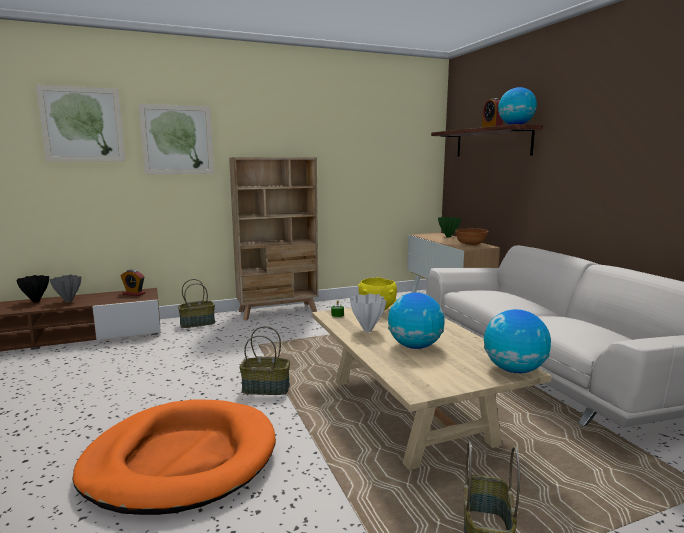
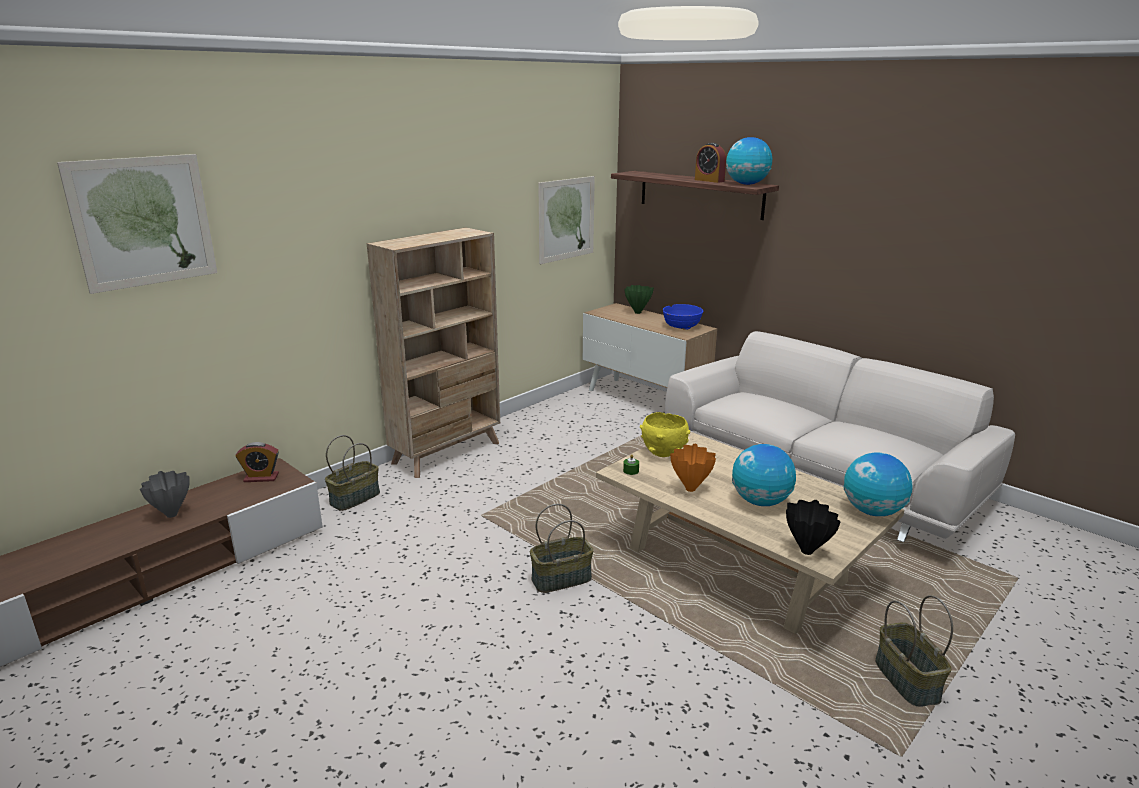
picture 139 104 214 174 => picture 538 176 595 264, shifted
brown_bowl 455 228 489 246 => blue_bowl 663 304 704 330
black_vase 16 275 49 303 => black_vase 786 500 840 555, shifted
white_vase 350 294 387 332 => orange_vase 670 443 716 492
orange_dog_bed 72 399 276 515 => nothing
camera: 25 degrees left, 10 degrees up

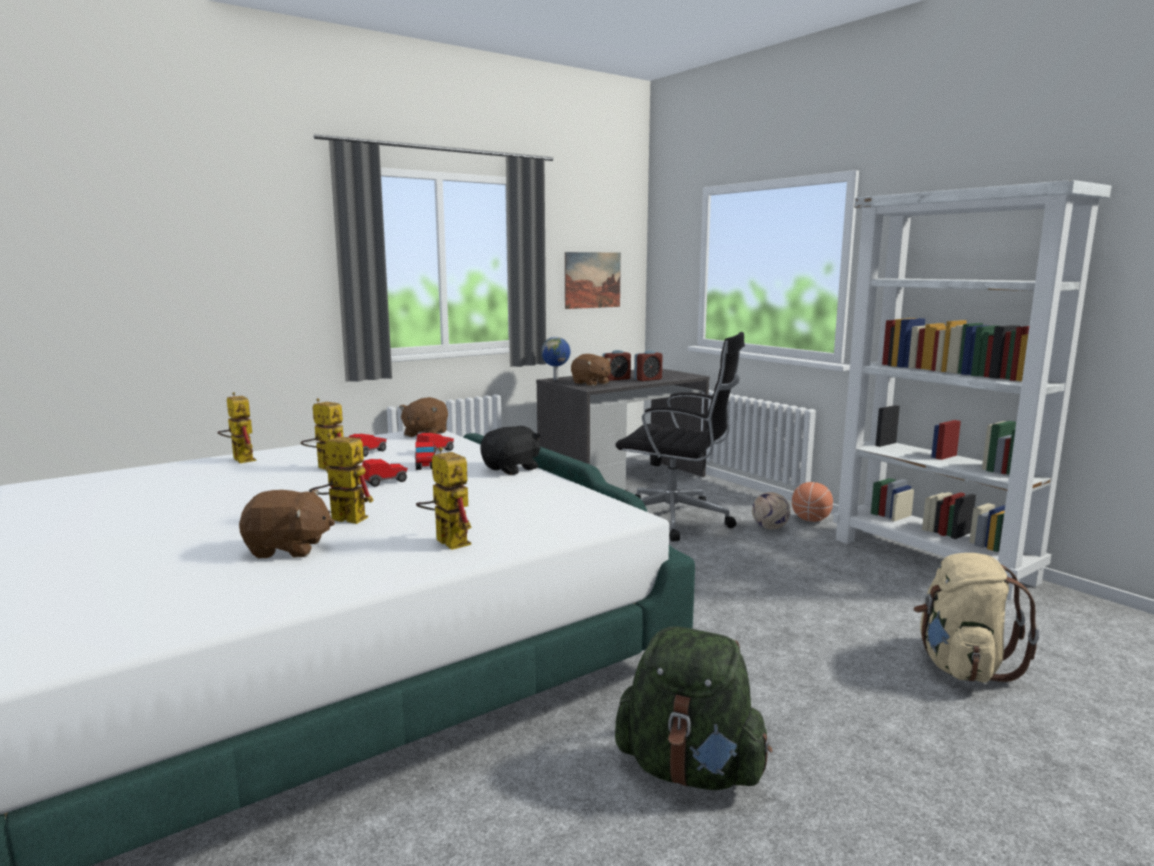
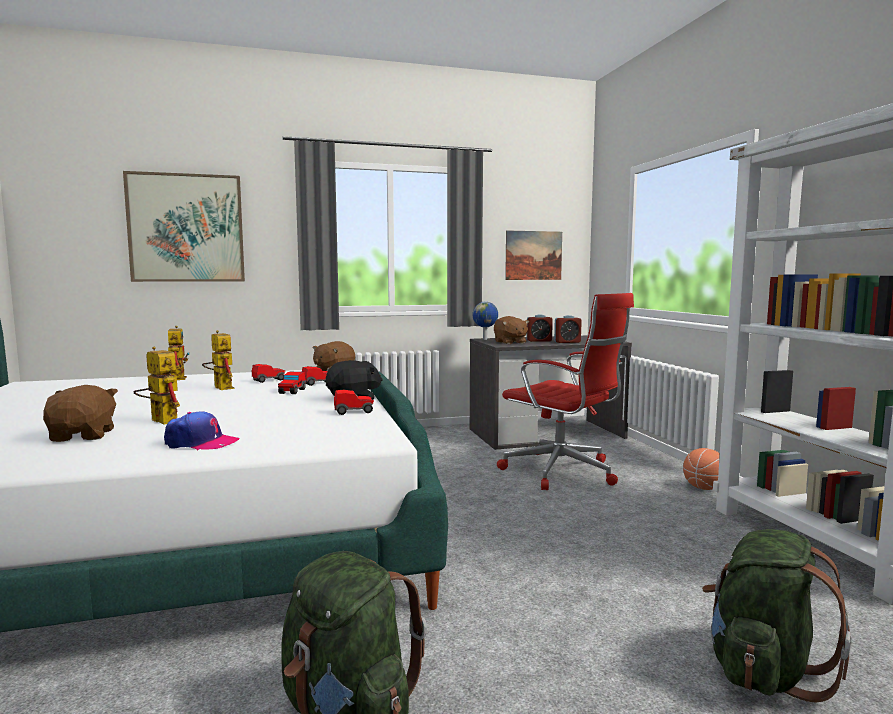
black_office_chair 615 332 745 542 => red_office_chair 497 293 634 490
toy_robot 416 447 472 550 => cap 164 411 240 451
toy_car 362 459 408 487 => toy_car 334 389 374 415, shifted
brown_plush_toy 239 490 335 558 => brown_plush_toy 43 385 118 442, 120 degrees counterclockwise
football 752 492 790 529 => nothing
beige_backpack 914 553 1039 682 => green_backpack 702 529 851 703
nothing => picture 123 171 245 282
camera: 20 degrees right, 5 degrees down

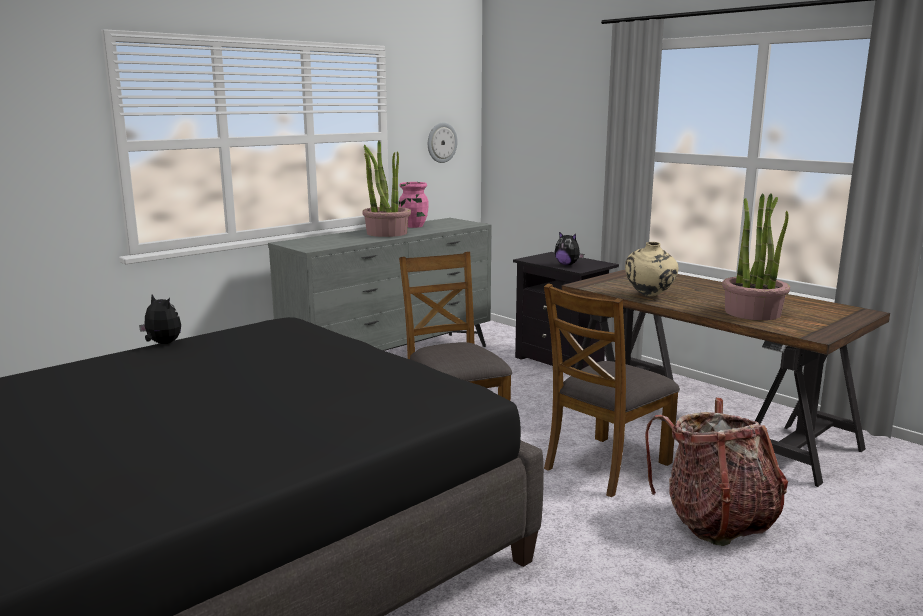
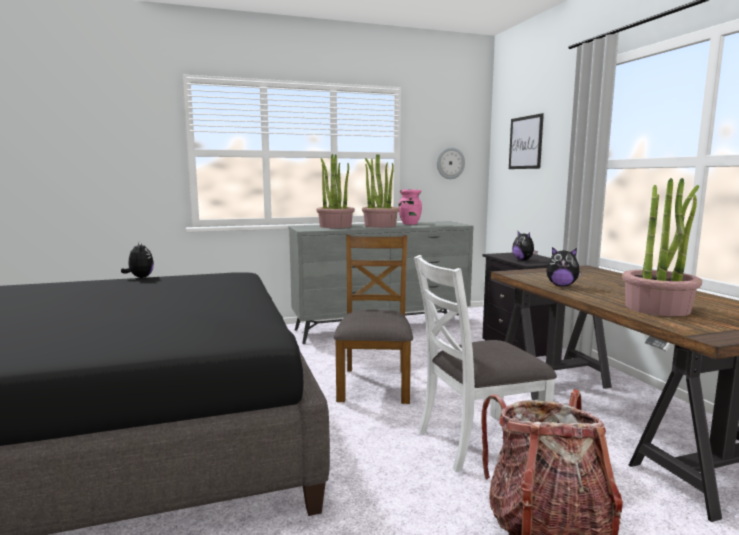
beige_vase 625 242 678 296 => plush_toy 546 247 582 286
brown_chair 544 283 680 497 => white_chair 414 255 557 472
nothing => picture 509 113 544 169
nothing => potted_plant 316 154 355 228
camera: 25 degrees right, 5 degrees down

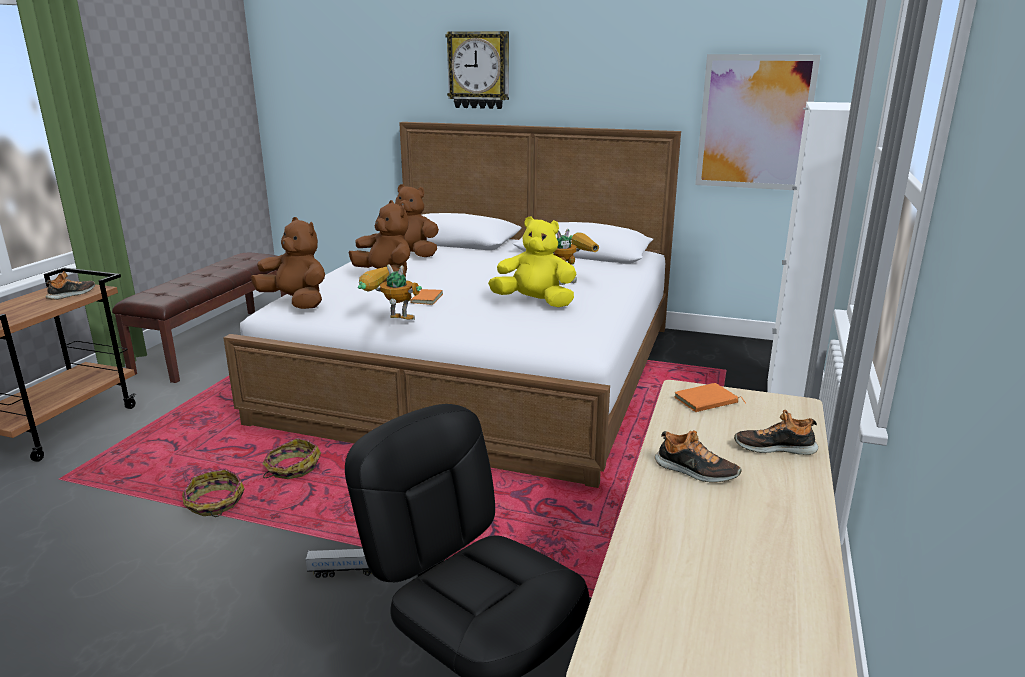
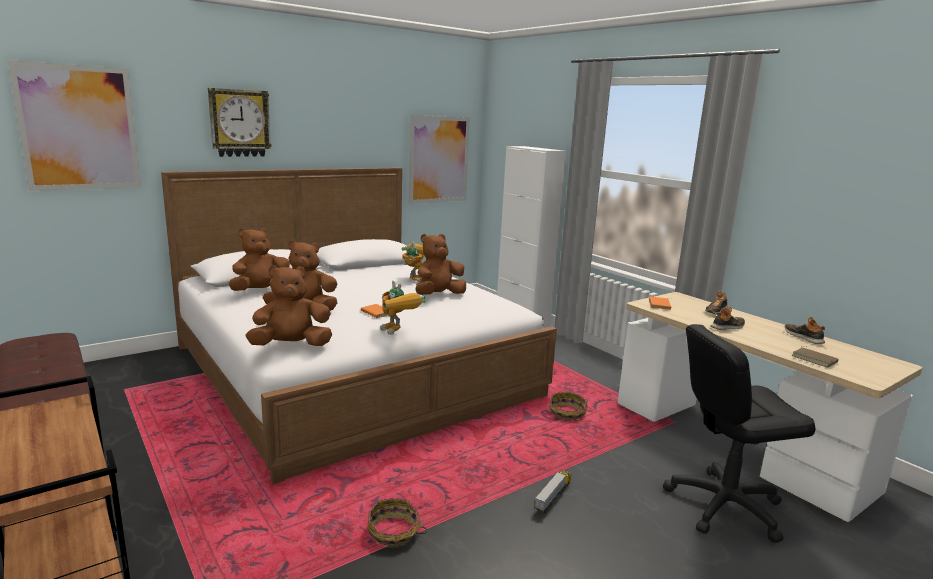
yellow_plush_toy 488 217 576 307 => brown_plush_toy 416 234 466 295
toy_robot 358 264 422 320 => toy_robot 380 281 426 335, 90 degrees counterclockwise
shoe 46 271 95 300 => shoe 784 317 825 344, shifted
basket 262 438 321 479 => basket 548 391 587 421, shifted
nothing => picture 7 60 141 191
nothing => brown_book 791 346 839 368
camera: 55 degrees left, 5 degrees down

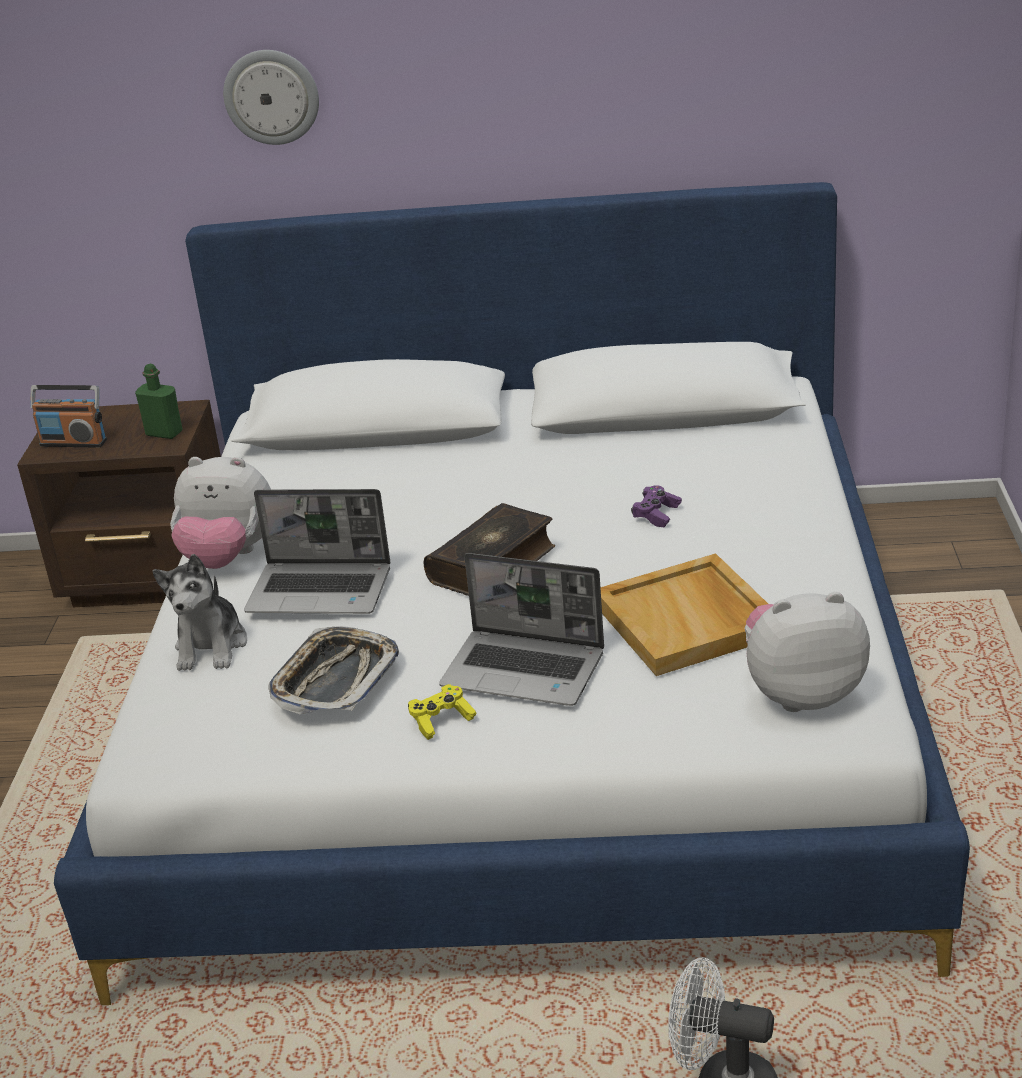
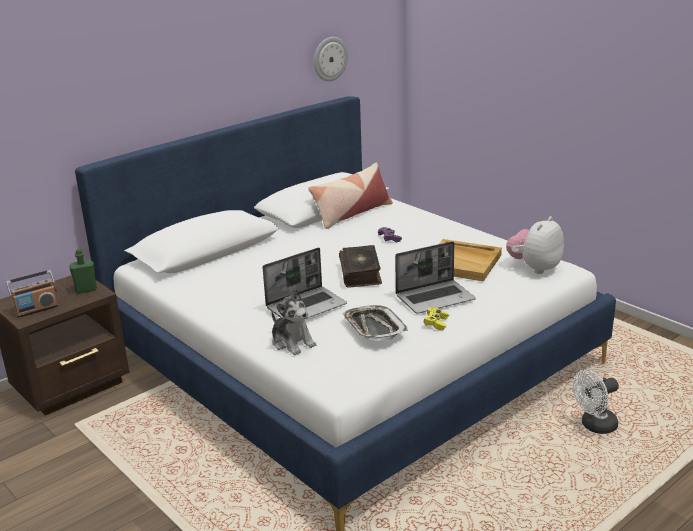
wall_clock 223 50 319 145 => wall_clock 314 37 348 81, shifted
plush_toy 170 457 271 569 => nothing
nothing => pillow 308 163 393 229
camera: 45 degrees left, 5 degrees down

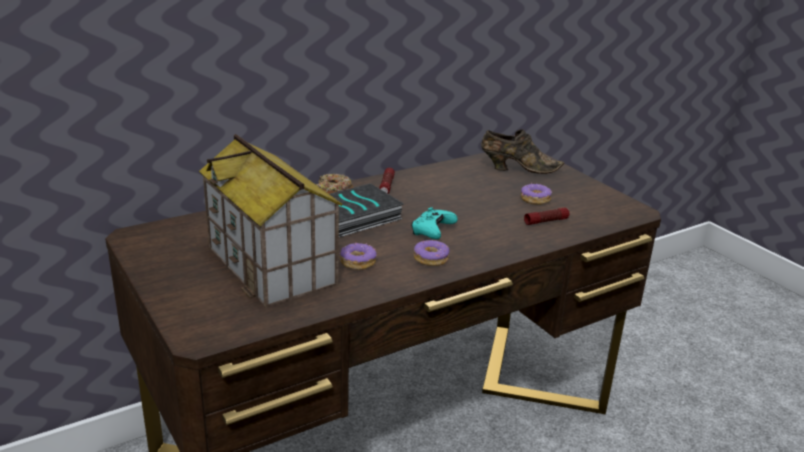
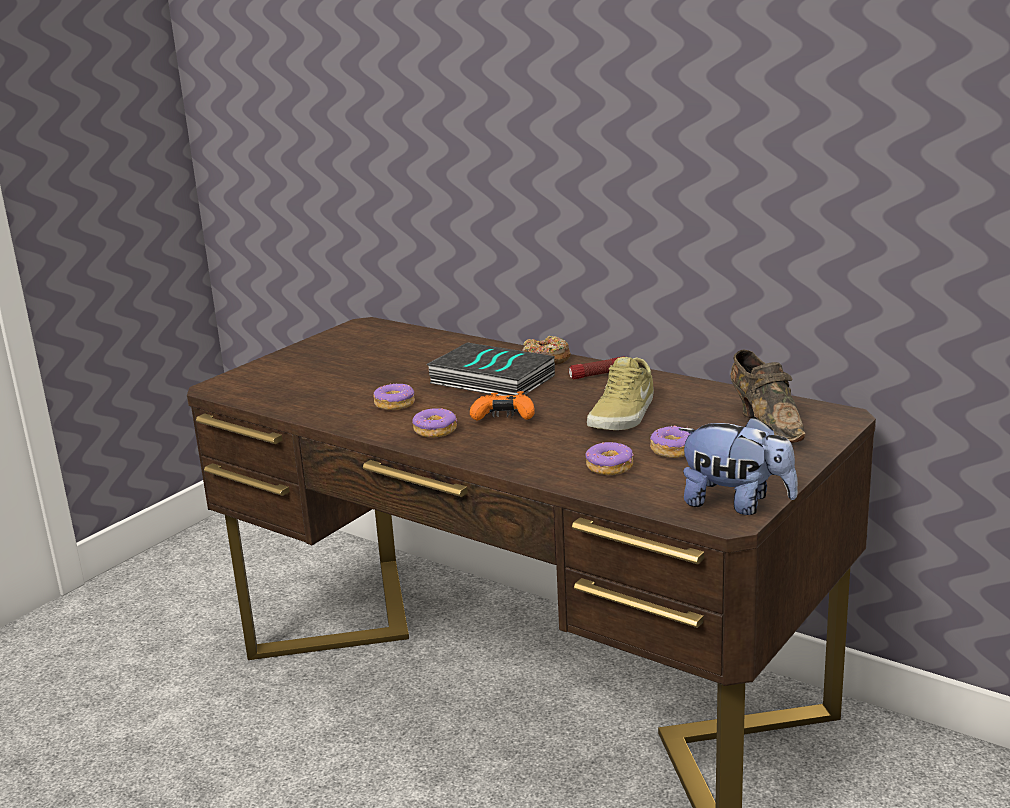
toy_house 199 134 342 308 => nothing
turquoise_game_controller 411 207 457 239 => orange_game_controller 470 391 535 421
flashlight 524 208 570 225 => donut 585 442 633 475
nothing => beige_shoe 587 357 654 430
nothing => plush_toy 679 416 798 515
camera: 70 degrees right, 5 degrees down

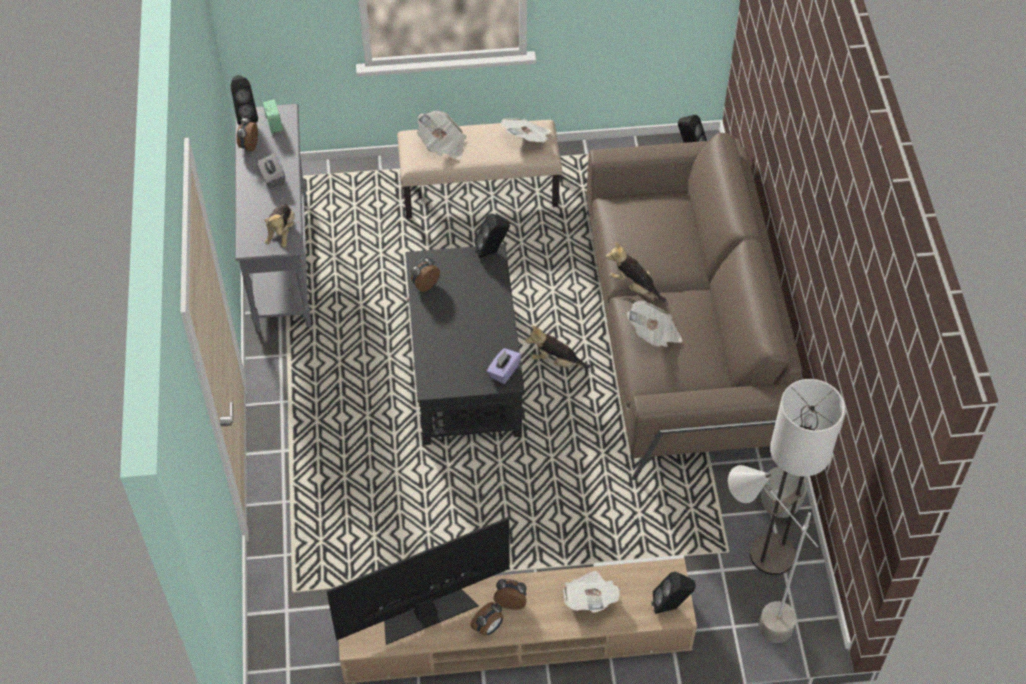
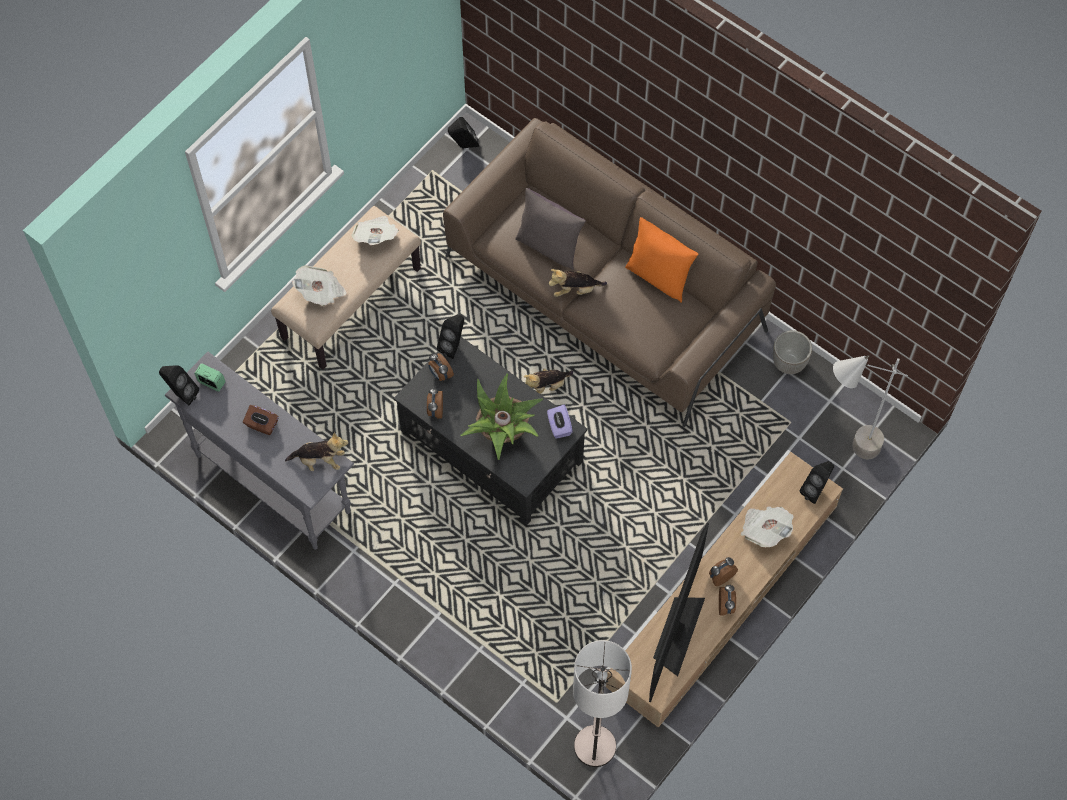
alarm_clock 236 116 258 152 => alarm_clock 428 353 454 381, shifted
grey_tissue_box 257 153 285 188 => brown_tissue_box 243 405 279 435
plush_toy 265 204 295 248 => plush_toy 285 432 349 471, 45 degrees counterclockwise
newspaper 627 300 682 347 => nothing
floor_lamp 750 379 845 575 => floor_lamp 573 640 632 767, shifted
nothing => grey_pillow 515 188 586 271
nothing => orange_pillow 625 217 699 302
nothing => potted_plant 460 373 543 460
camera: 45 degrees left, 10 degrees up

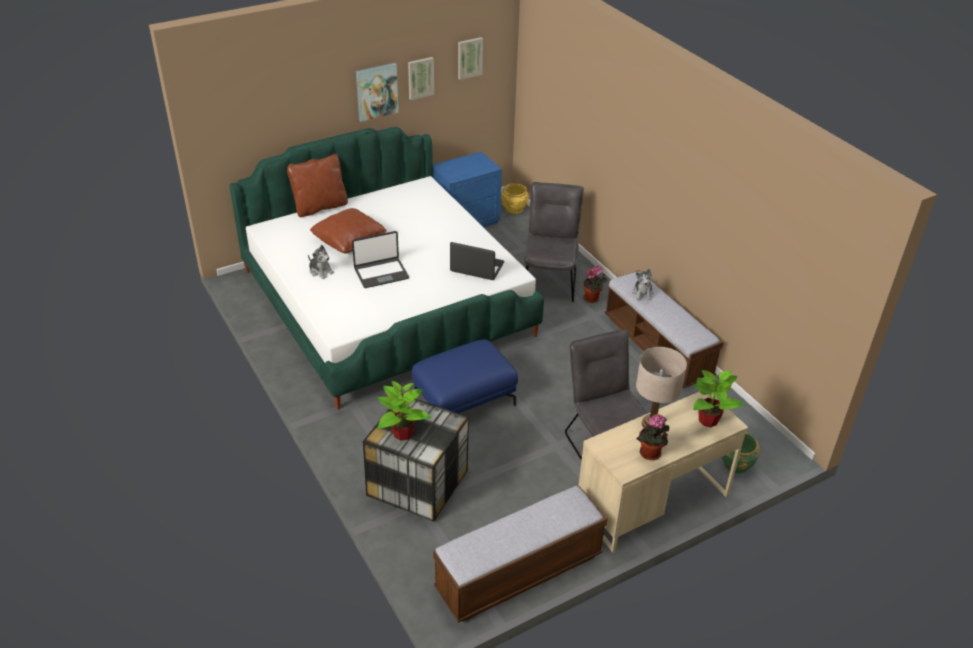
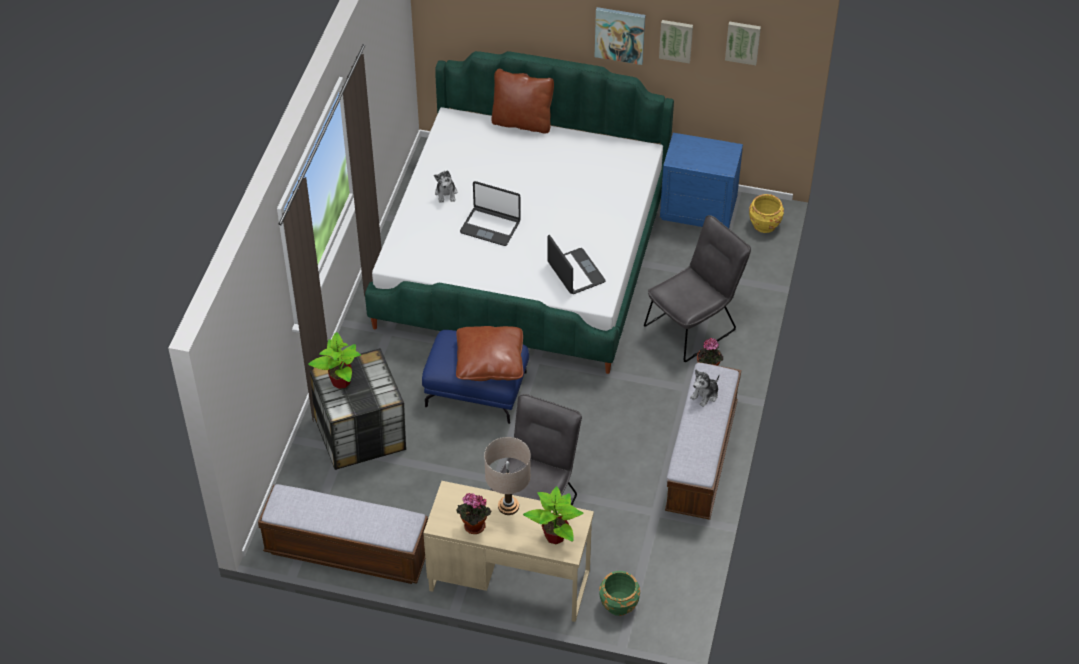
brown_pillow 310 208 387 253 => brown_pillow 456 326 523 381, shifted
camera: 45 degrees right, 10 degrees up

